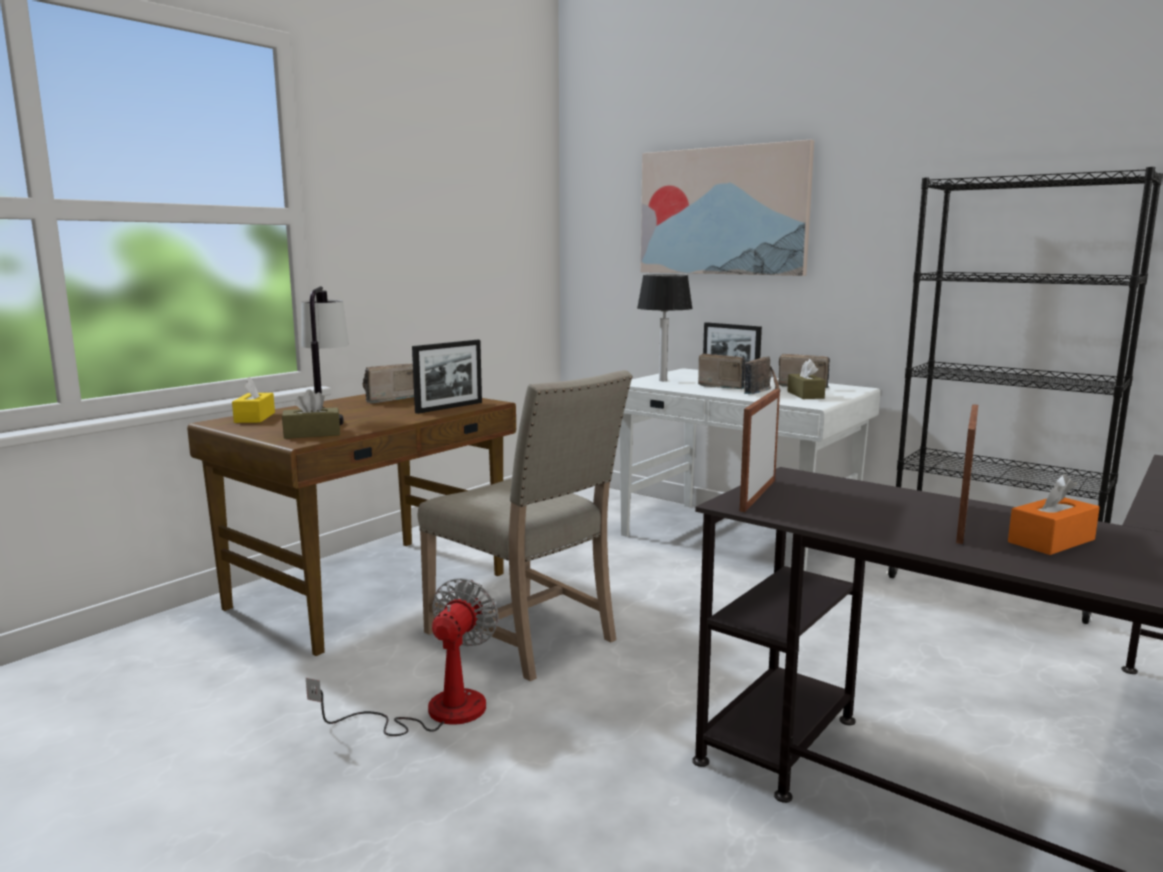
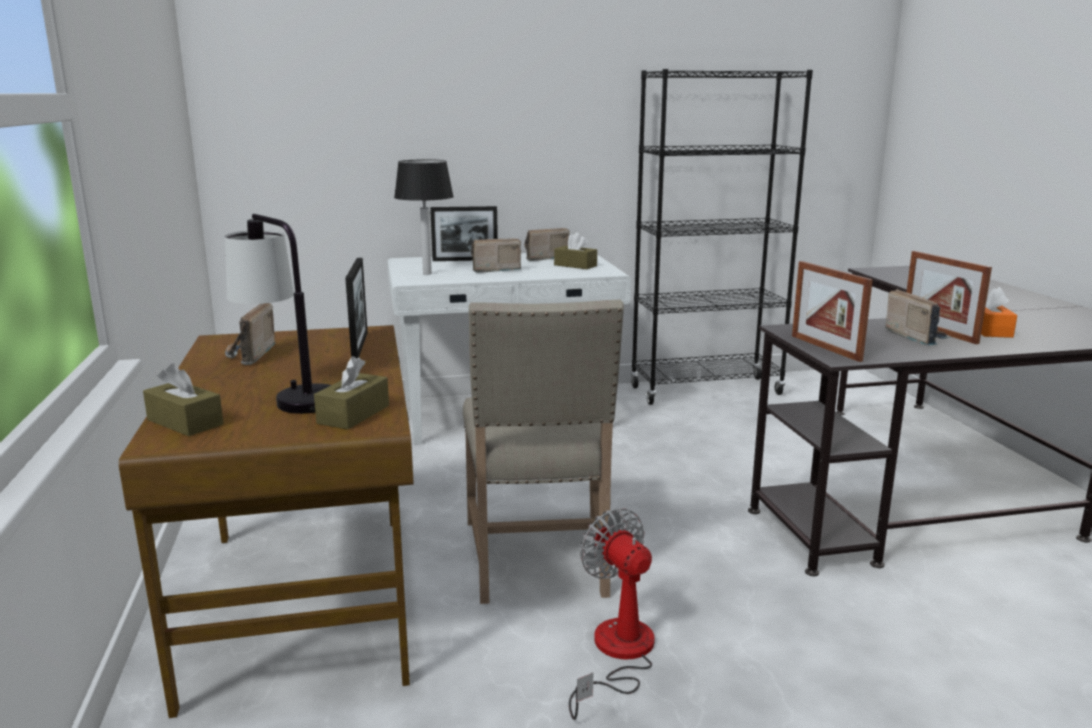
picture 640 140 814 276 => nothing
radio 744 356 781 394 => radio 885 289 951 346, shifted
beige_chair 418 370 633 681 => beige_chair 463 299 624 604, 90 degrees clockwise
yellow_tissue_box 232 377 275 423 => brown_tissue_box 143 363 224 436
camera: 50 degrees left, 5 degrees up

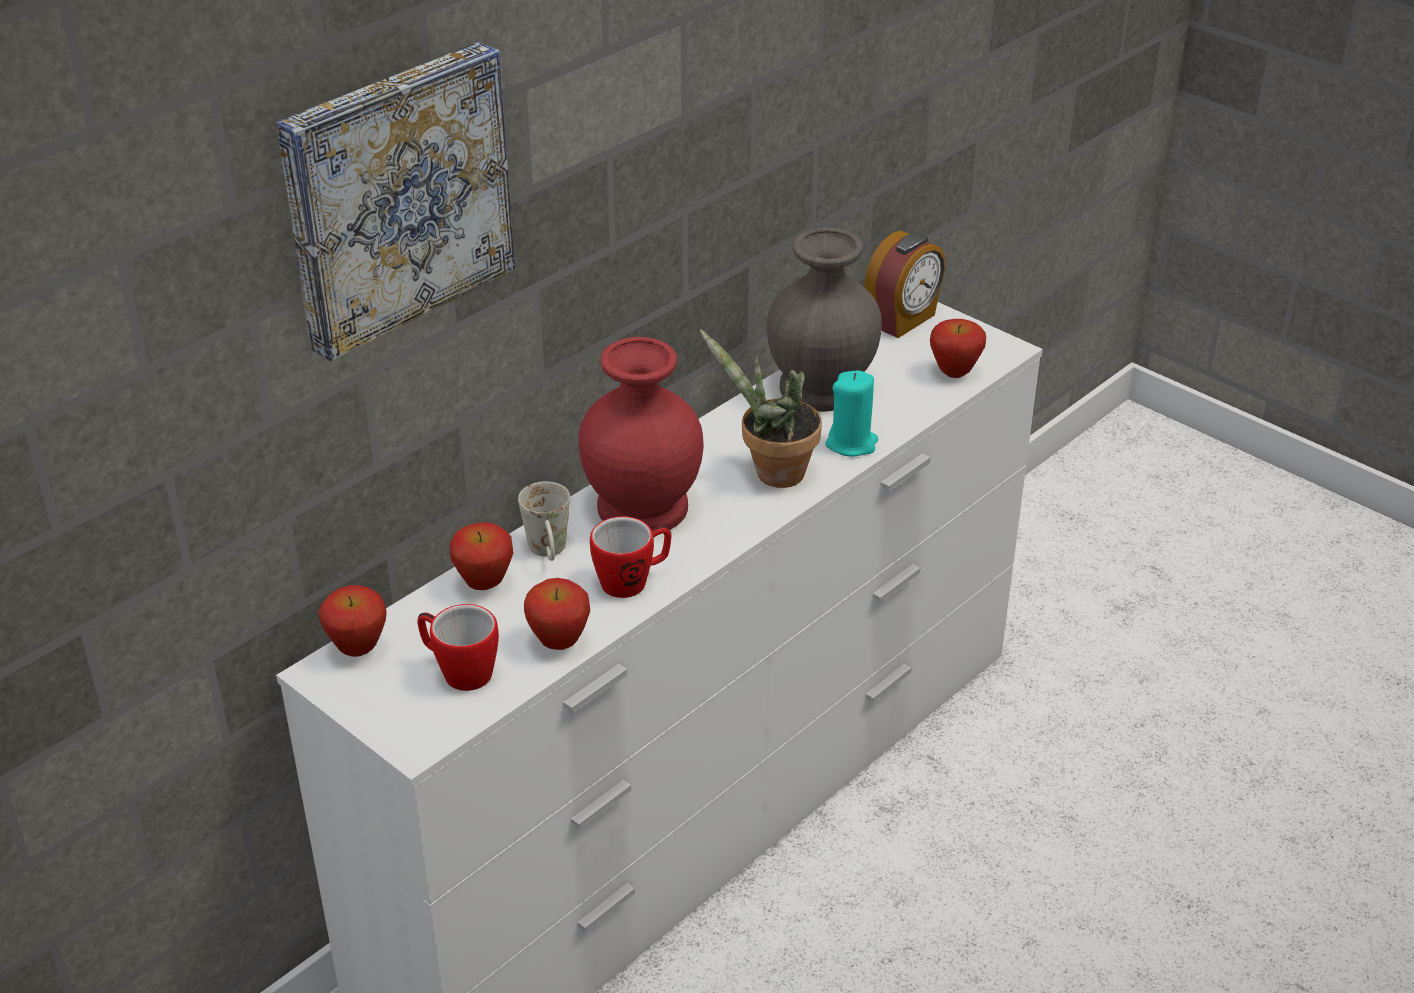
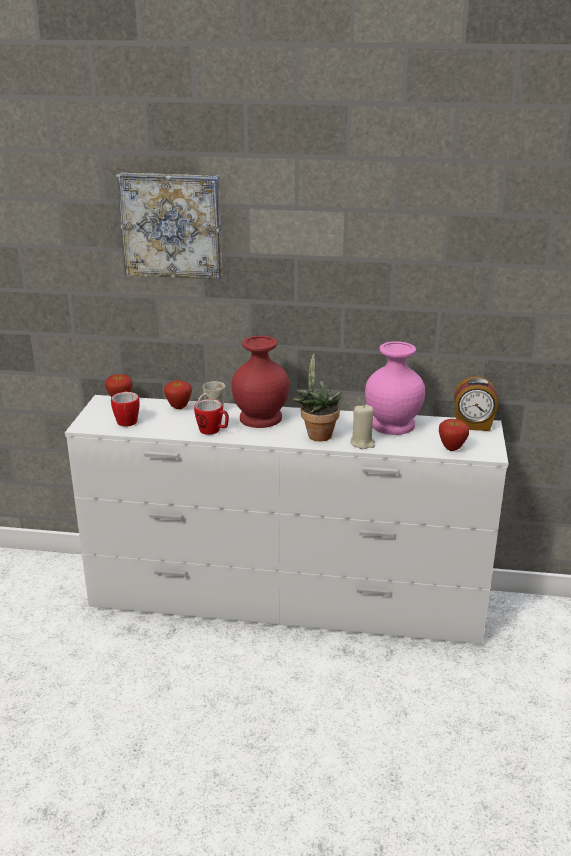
grey_vase 767 228 882 412 => pink_vase 365 341 425 435
turquoise_candle 825 371 878 457 => beige_candle 350 404 375 449
apple 524 578 590 650 => nothing
camera: 55 degrees right, 10 degrees down

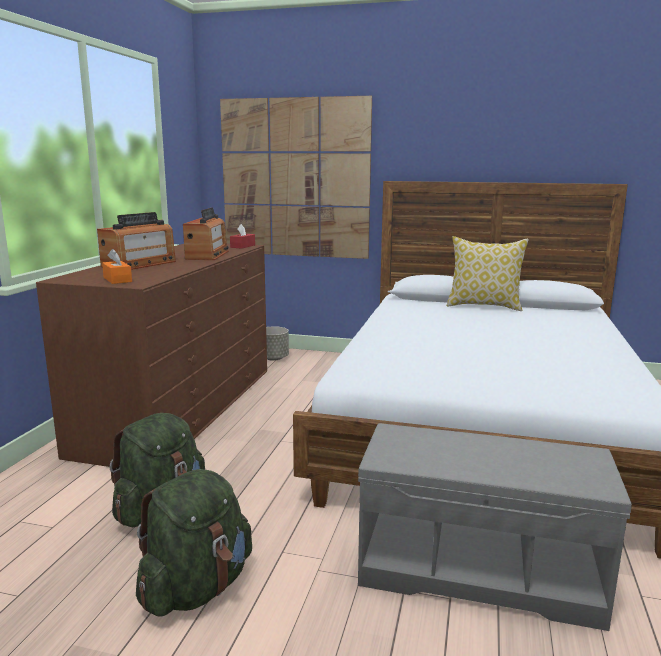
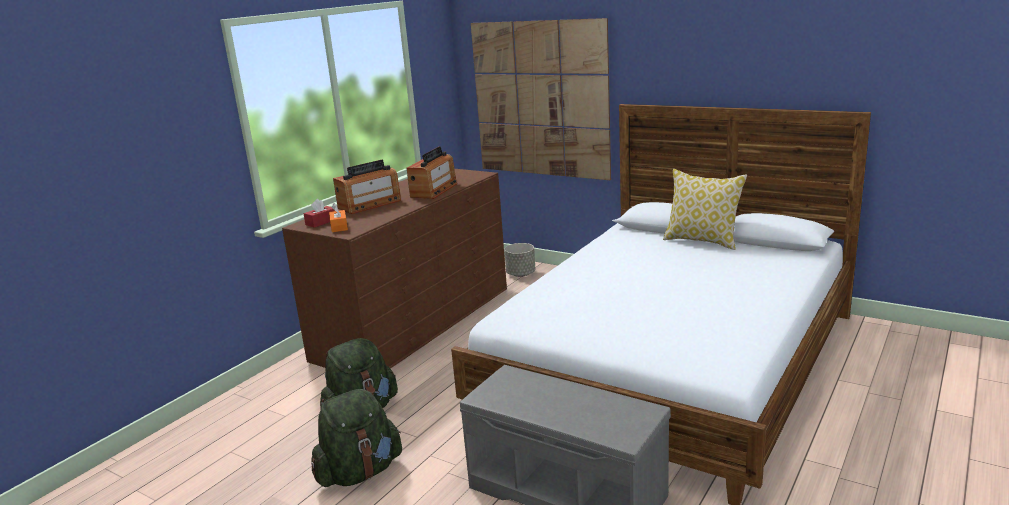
red_tissue_box 230 224 255 249 => red_tissue_box 304 199 335 228, shifted
camera: 20 degrees right, 5 degrees up

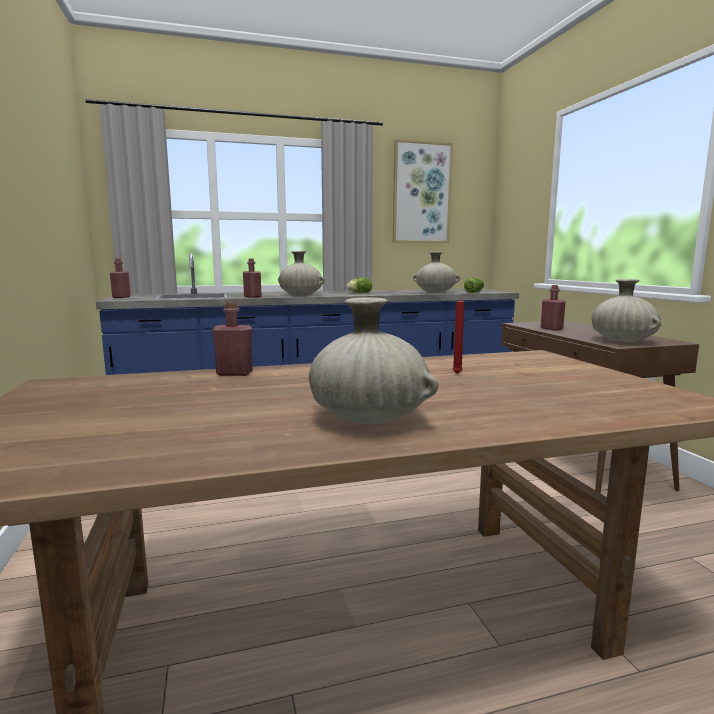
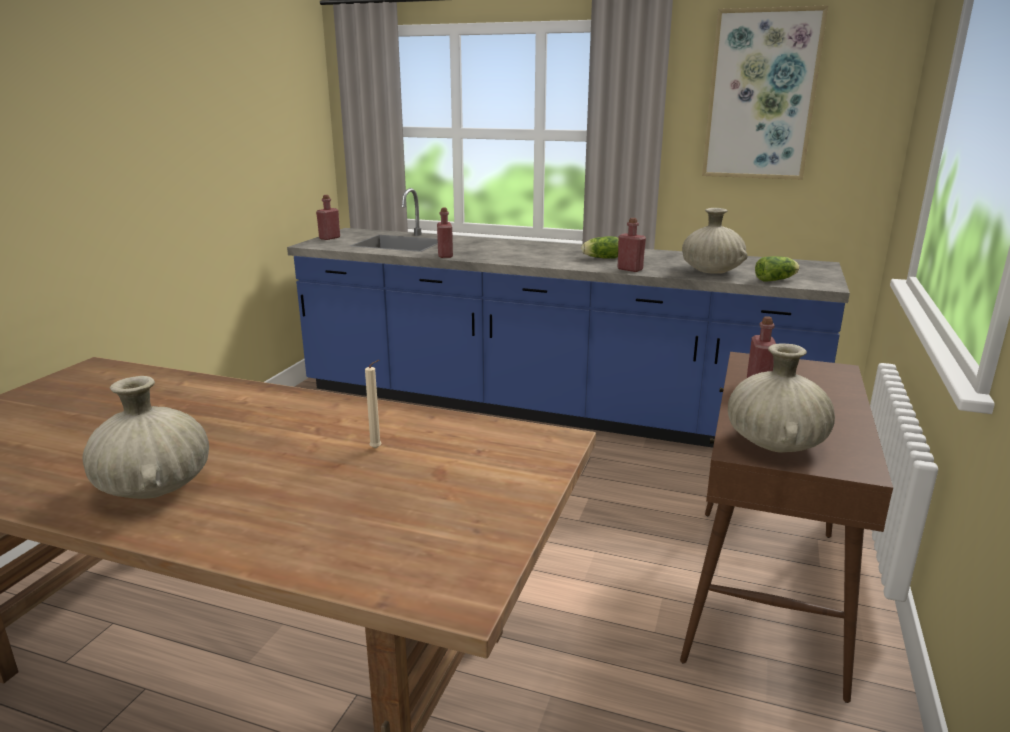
beige_vase 278 251 325 296 => nothing
red_candle 452 293 468 374 => beige_candle 365 360 381 449
red_bottle 212 302 253 376 => red_bottle 618 218 646 272, shifted
camera: 35 degrees right, 10 degrees up

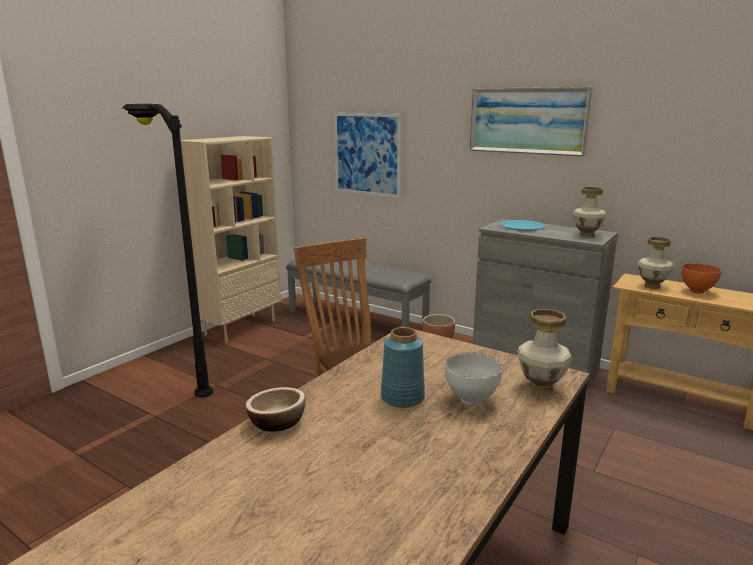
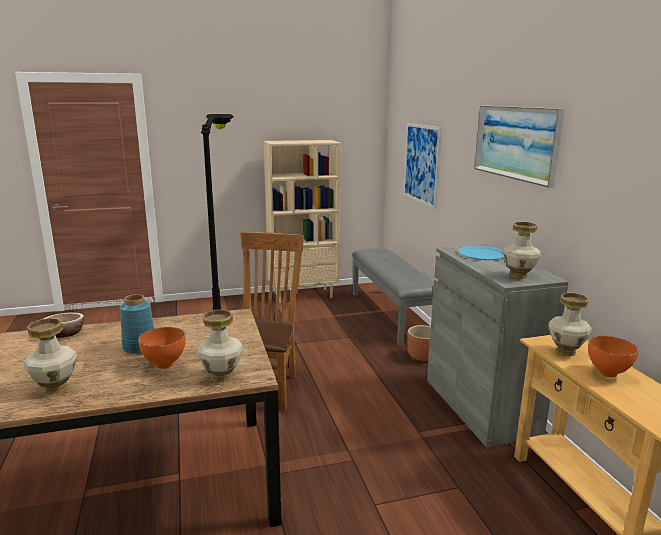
white_bowl 445 352 503 406 => orange_bowl 138 327 185 369
nothing => vase 24 318 77 395
camera: 40 degrees right, 0 degrees up

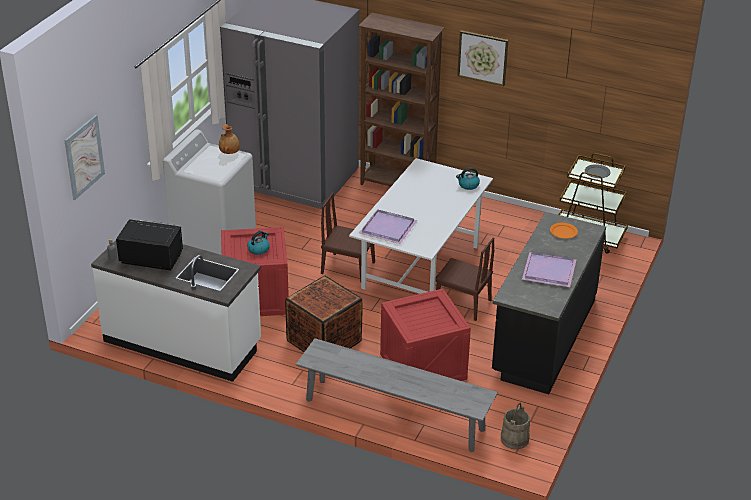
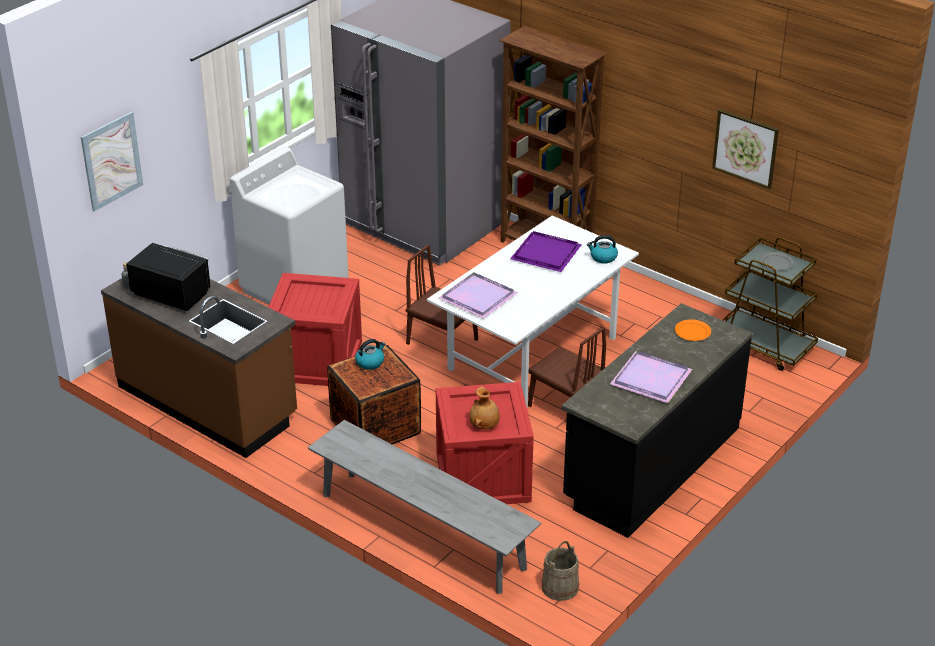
picture 457 30 508 86 => picture 712 109 779 189, shifted
brown_vase 219 124 240 154 => brown_vase 469 386 500 430, shifted
kettle 247 231 270 255 => kettle 355 339 385 370, shifted
white_counter 91 240 261 382 => brown_counter 101 278 297 458
nothing => purple_tray 510 231 582 272
camera: 15 degrees right, 0 degrees up

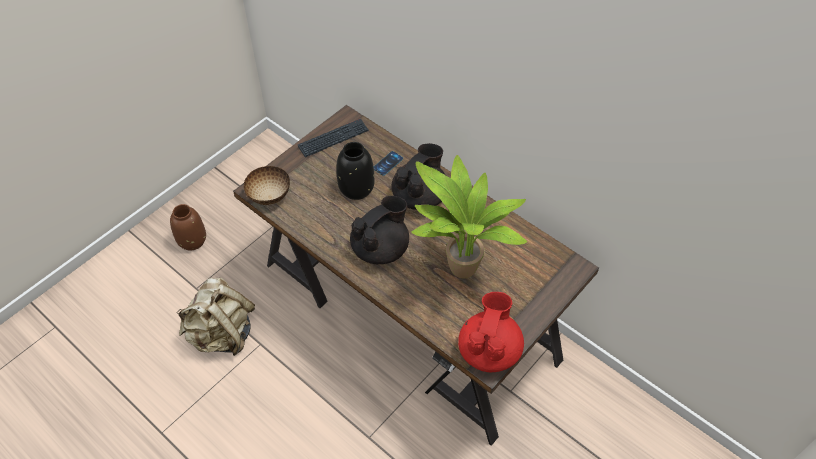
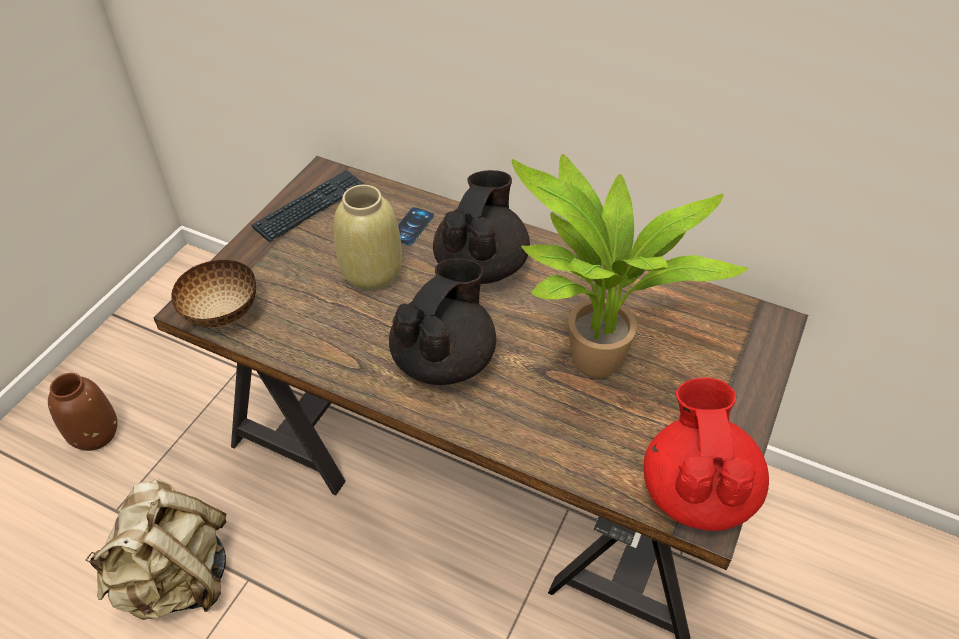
black_vase 336 142 375 200 => beige_vase 334 185 402 291
camera: 15 degrees left, 5 degrees down

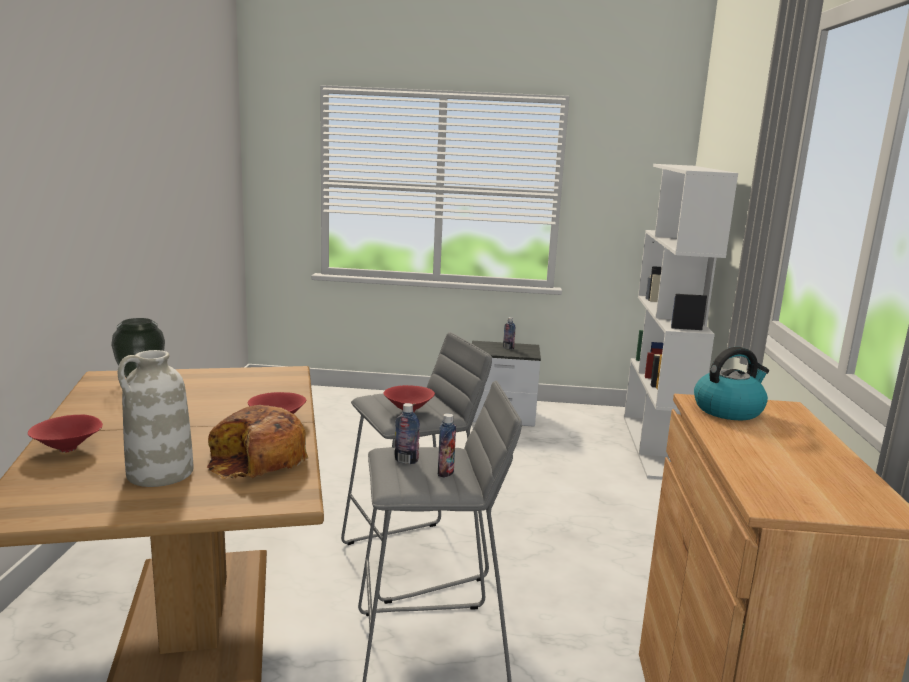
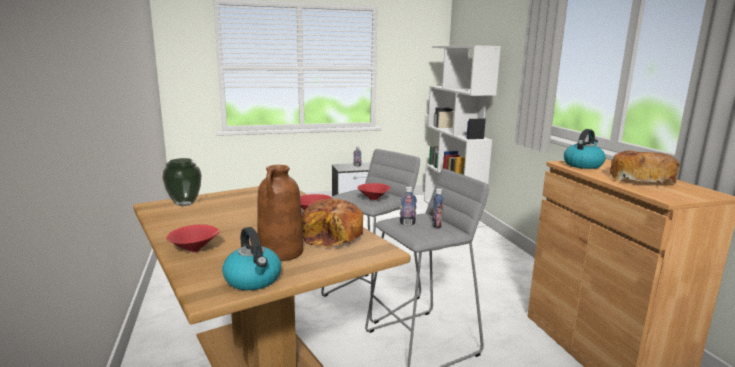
white_vase 118 350 193 487 => brown_vase 257 165 303 261
nothing => bread 610 150 680 186
nothing => kettle 222 227 281 290
camera: 20 degrees left, 0 degrees up

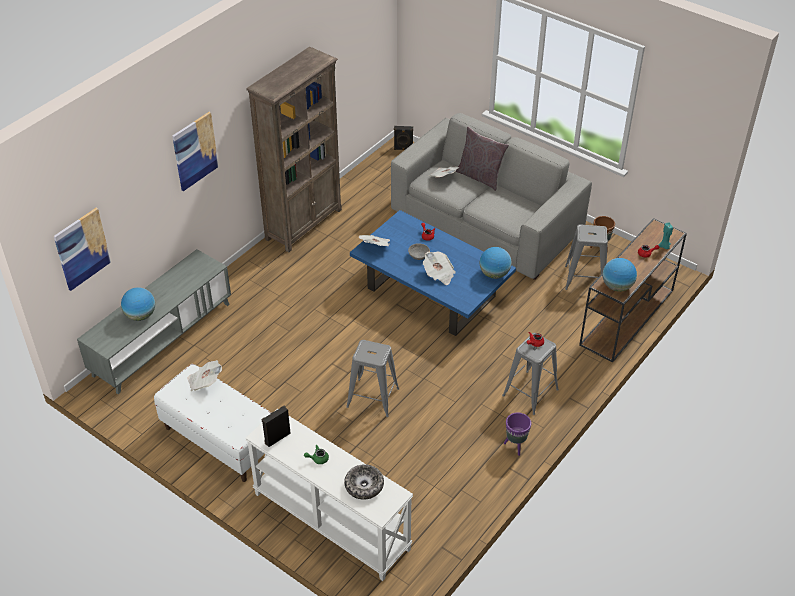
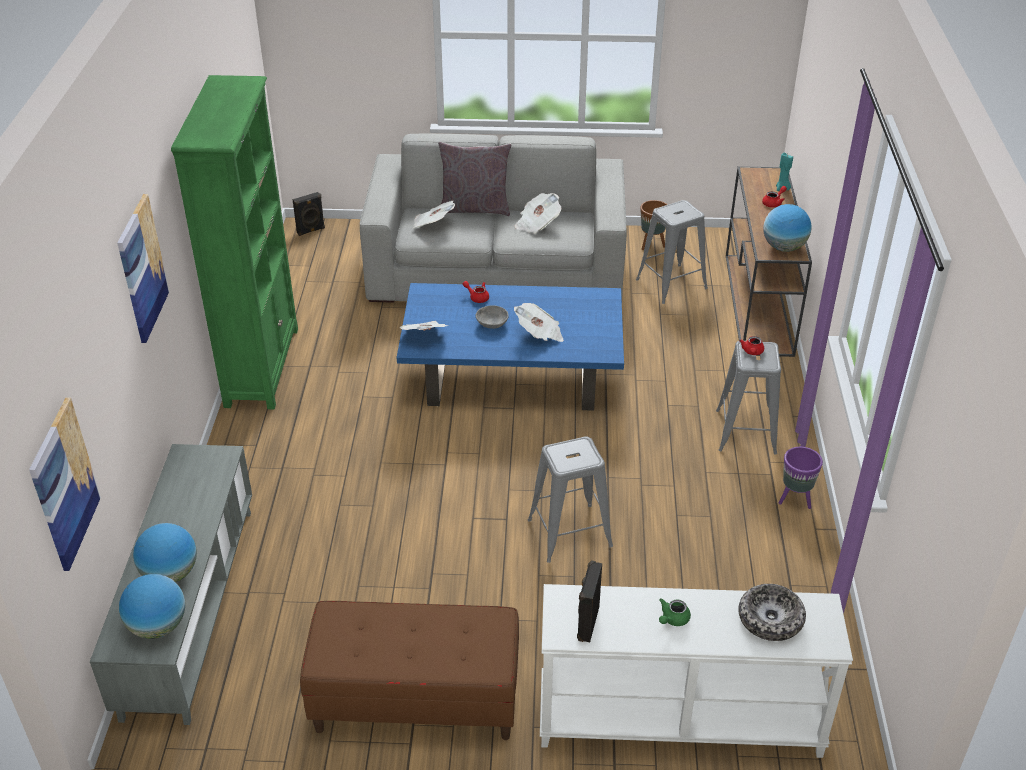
brown_bookcase 246 47 342 252 => green_bookcase 171 75 298 410
globe 479 247 511 279 => globe 119 574 185 639, shifted
newspaper 188 360 222 391 => newspaper 515 193 561 234, shifted
white_bench 154 364 271 482 => brown_bench 300 601 519 740
camera: 35 degrees left, 5 degrees down

